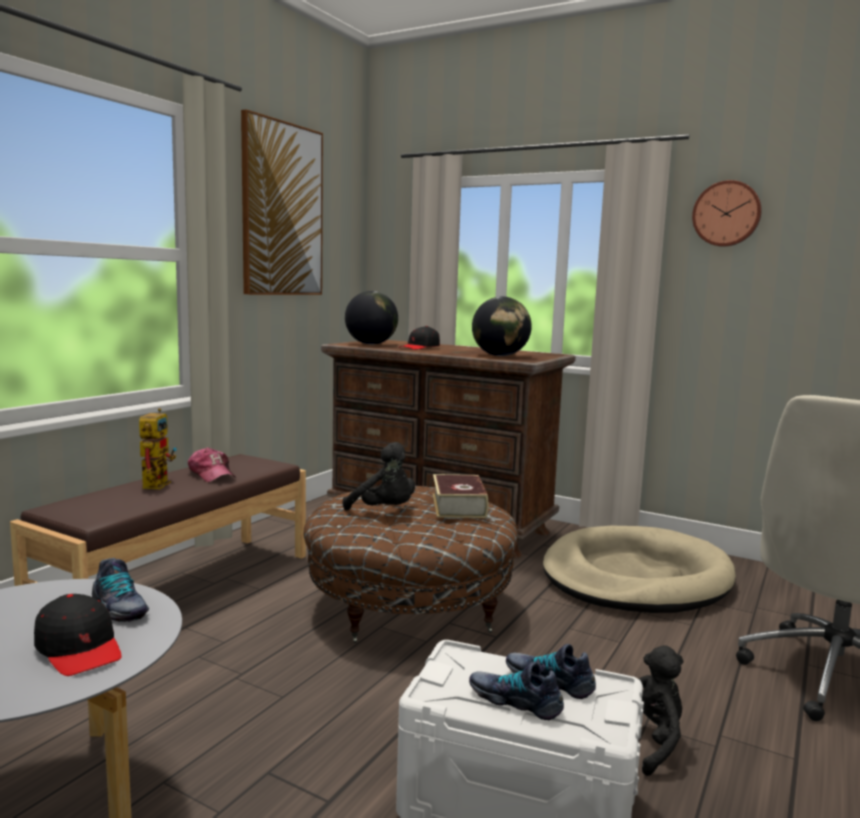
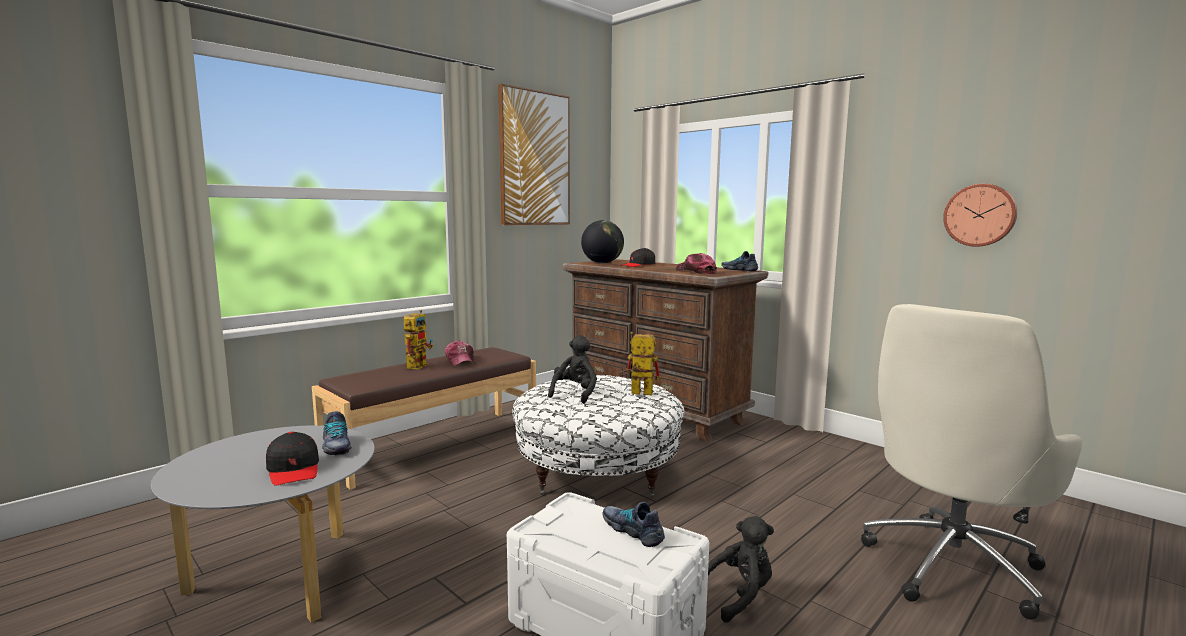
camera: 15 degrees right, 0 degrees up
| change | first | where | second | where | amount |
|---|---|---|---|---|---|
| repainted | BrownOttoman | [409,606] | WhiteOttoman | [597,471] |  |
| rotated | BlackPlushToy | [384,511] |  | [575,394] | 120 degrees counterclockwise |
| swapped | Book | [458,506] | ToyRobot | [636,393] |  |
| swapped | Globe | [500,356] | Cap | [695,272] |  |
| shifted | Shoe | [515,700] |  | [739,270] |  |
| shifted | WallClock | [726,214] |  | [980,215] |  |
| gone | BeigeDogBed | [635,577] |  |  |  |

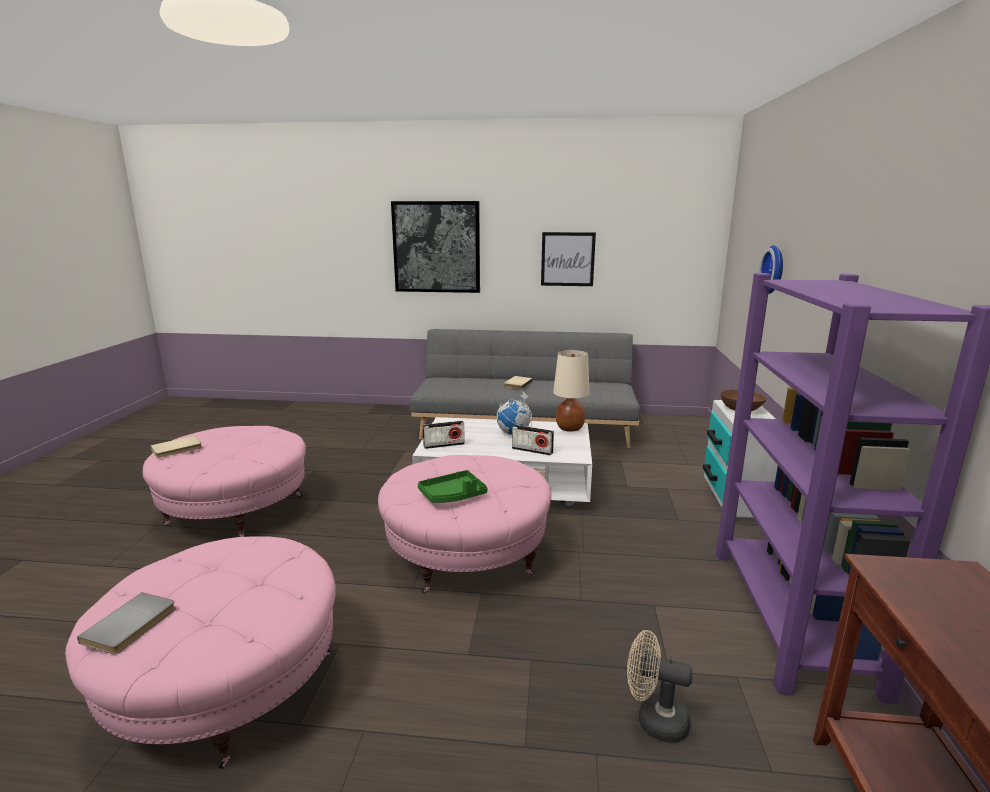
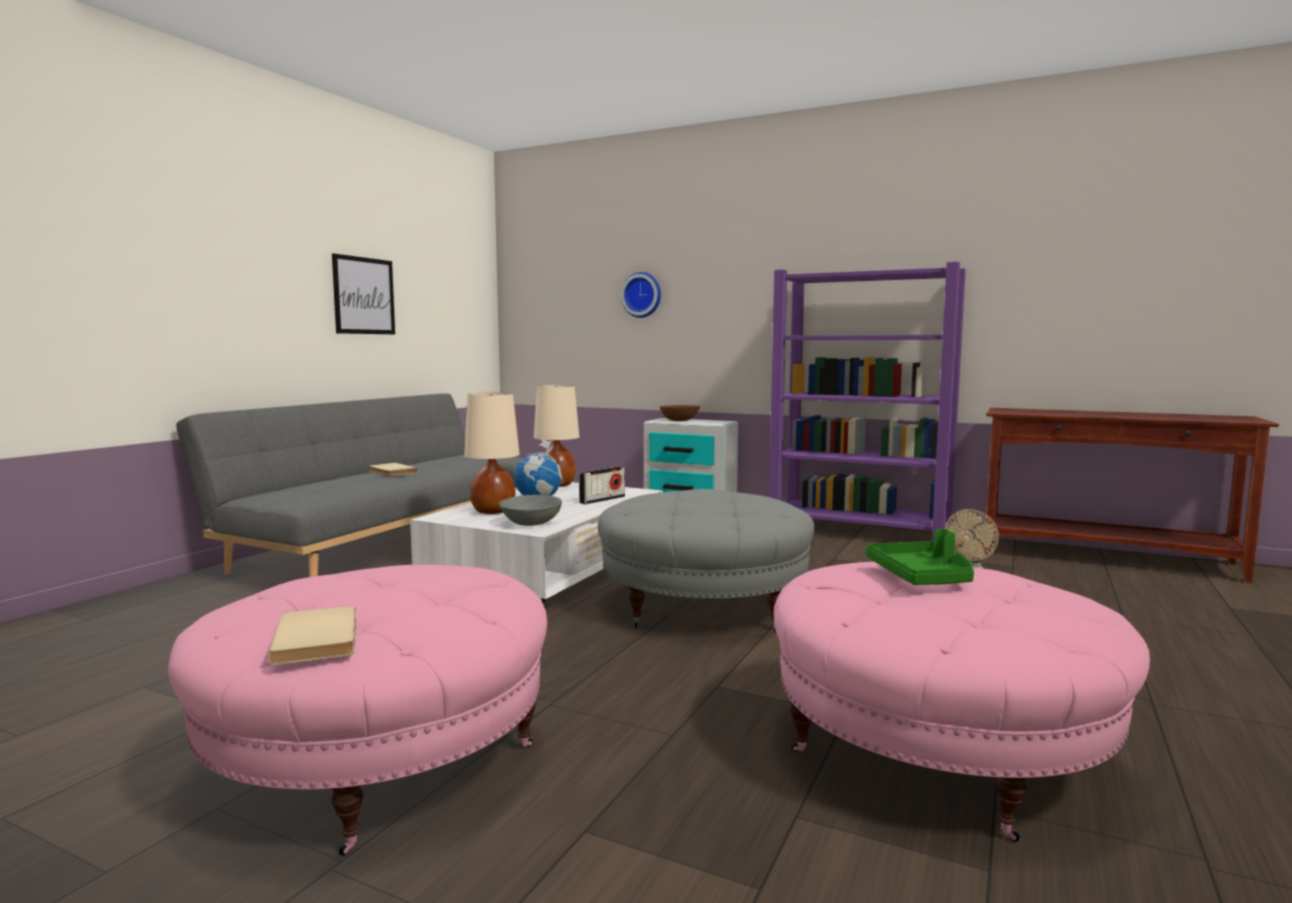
camera: 70 degrees left, 10 degrees down
| change | first | where | second | where | amount |
|---|---|---|---|---|---|
| new |  |  | BeigeTableLamp | [493,511] |  |
| swapped | Radio | [444,445] | GreyBowl | [530,523] |  |
| repainted | PinkOttoman | [466,553] | GreyOttoman | [704,605] |  |
| shifted | GreenTray | [453,495] |  | [922,577] |  |
| gone | GreyBook | [132,625] |  |  |  |
| gone | Picture | [436,247] |  |  |  |

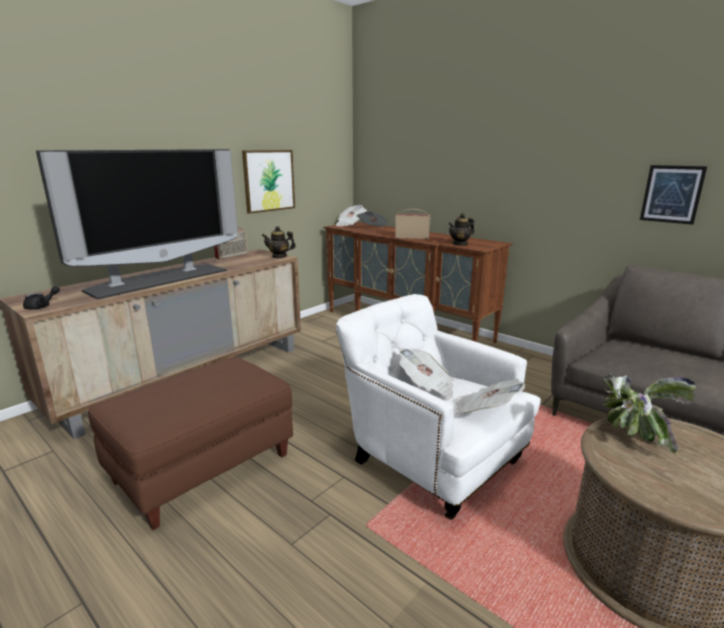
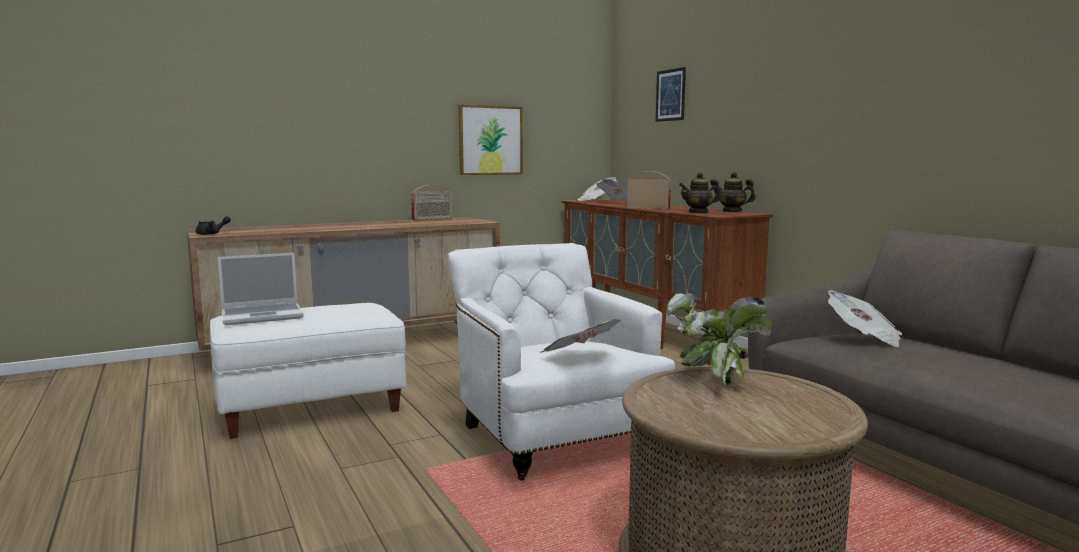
camera: 20 degrees right, 10 degrees down
| change | first | where | second | where | amount |
|---|---|---|---|---|---|
| repainted | BrownOttoman | [202,467] | WhiteOttoman | [311,407] |  |
| new |  |  | Laptop | [263,315] |  |
| shifted | Picture | [671,194] |  | [670,95] |  |
| shifted | Teapot | [279,256] |  | [732,211] |  |
| shifted | Newspaper | [427,386] |  | [864,338] |  |
| gone | Television | [158,279] |  |  |  |

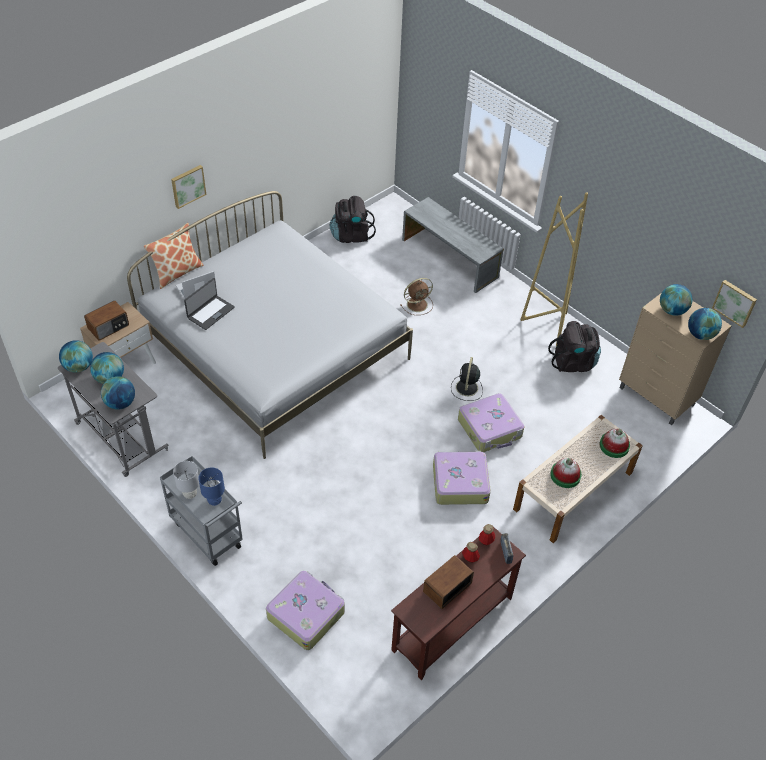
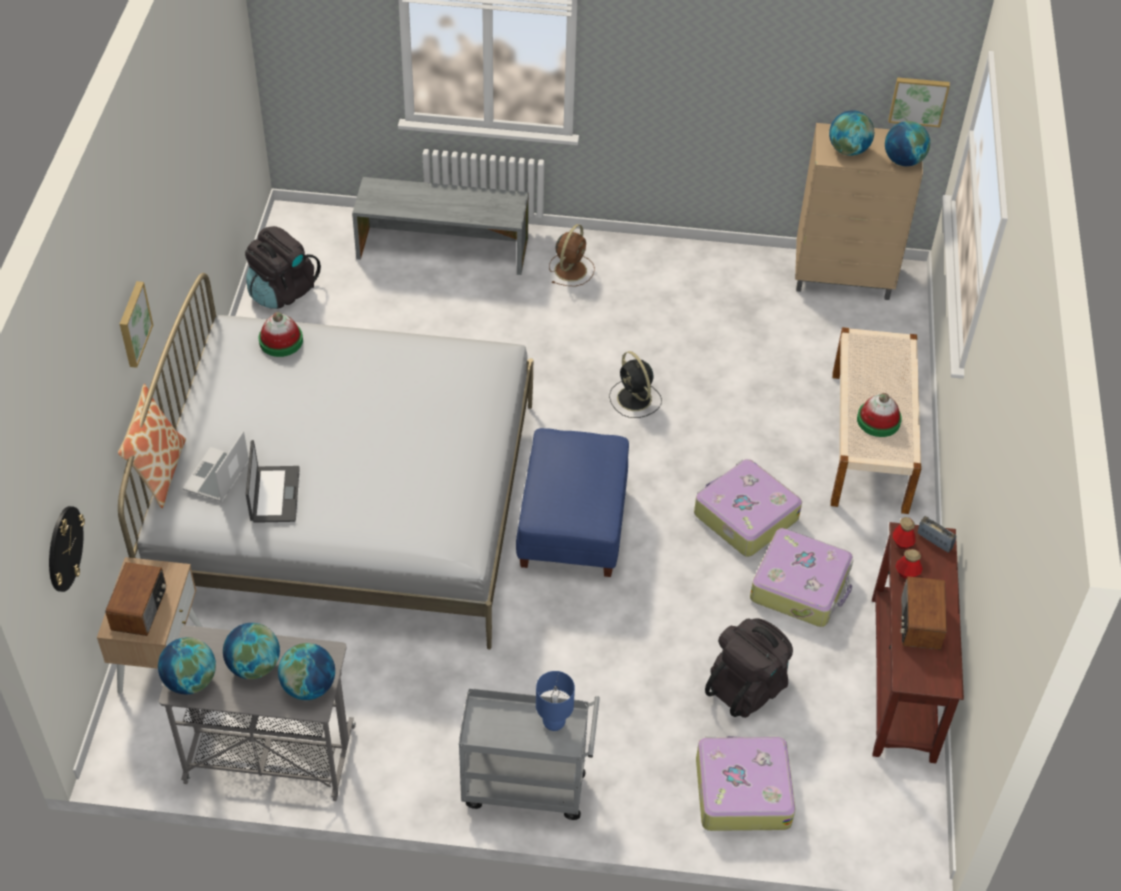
camera: 40 degrees left, 0 degrees up
| change | first | where | second | where | amount |
|---|---|---|---|---|---|
| new |  |  | WallClock | [64,548] |  |
| shifted | Hat | [614,446] |  | [281,341] |  |
| new |  |  | BlueOttoman | [572,526] |  |
| shifted | BrownFan | [418,304] |  | [571,269] |  |
| shifted | BlackBackpack | [573,362] |  | [748,687] |  |
| shifted | Suitcase | [490,429] |  | [801,586] |  |
| gone | GreyTableLamp | [189,494] |  |  |  |
| gone | YellowClothesRack | [548,326] |  |  |  |

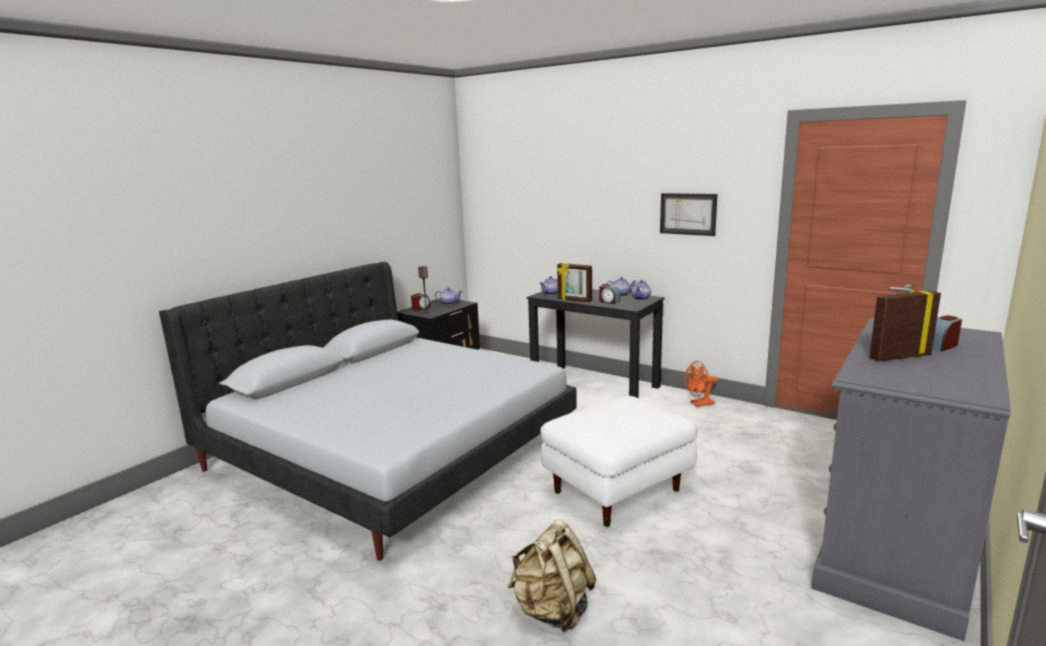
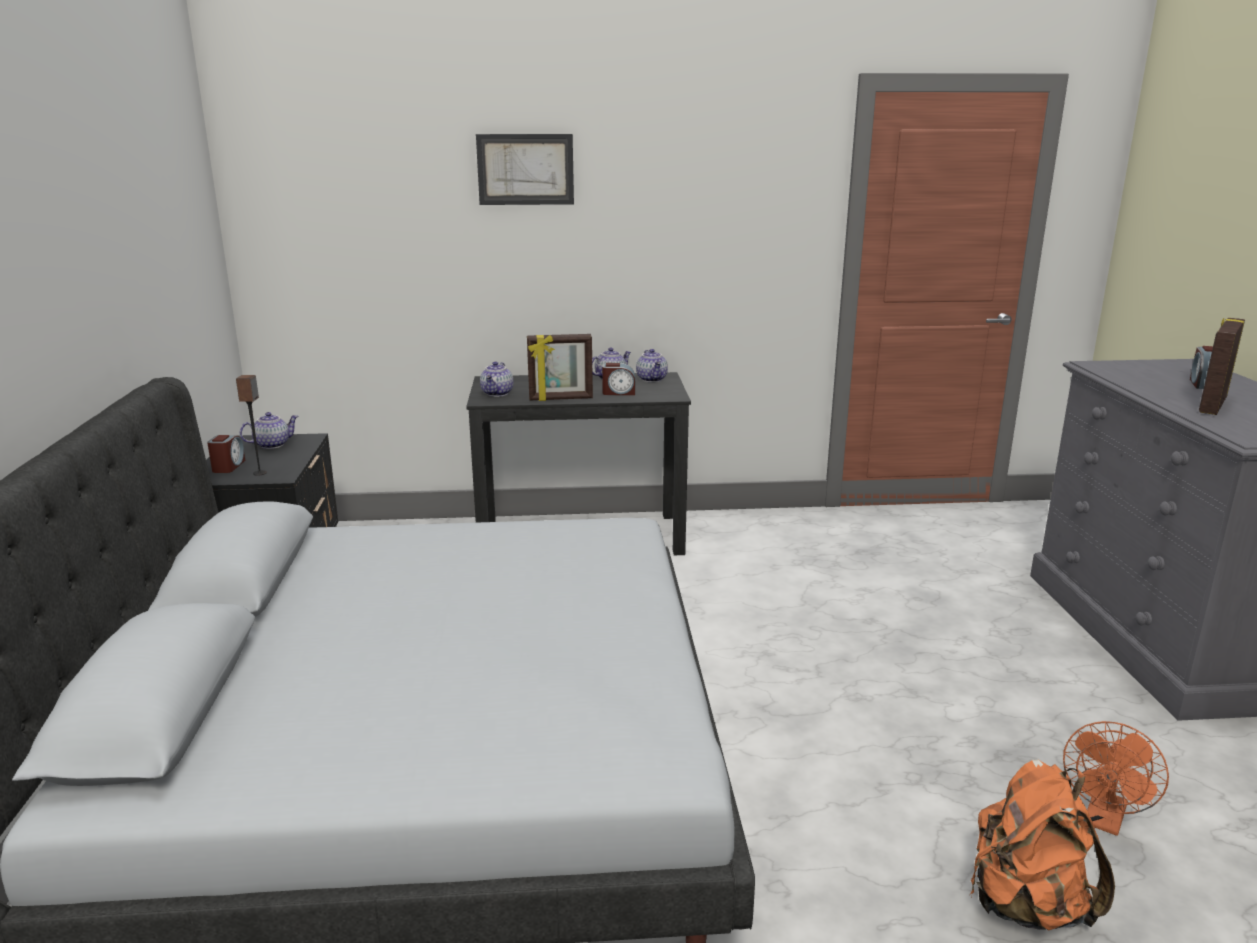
camera: 40 degrees left, 5 degrees up
| change | first | where | second | where | amount |
|---|---|---|---|---|---|
| shifted | Picture | [688,214] |  | [525,169] |  |
| repainted | BeigeBackpack | [552,610] | OrangeBackpack | [1026,905] |  |
| shifted | OrangeFan | [699,404] |  | [1104,821] |  |
| gone | WhiteOttoman | [618,491] |  |  |  |

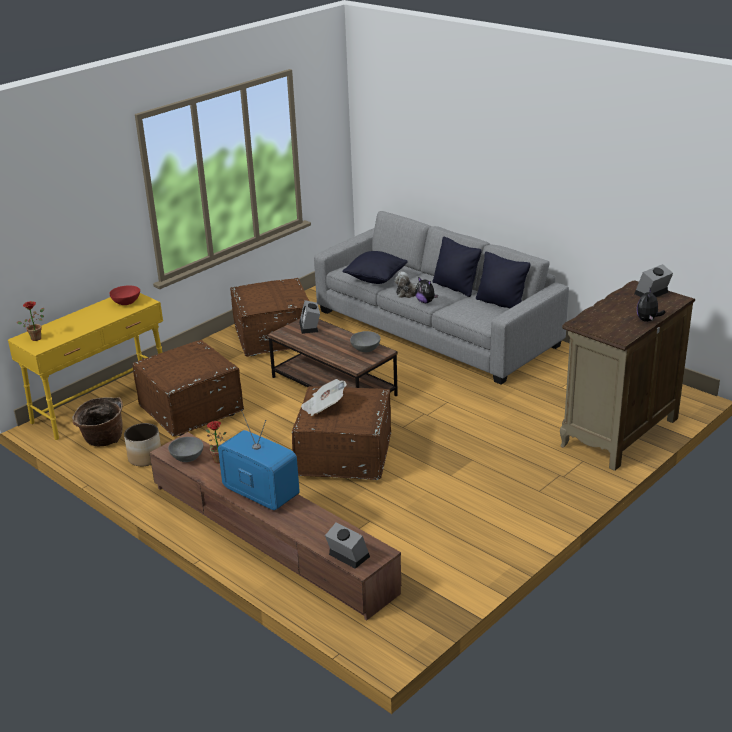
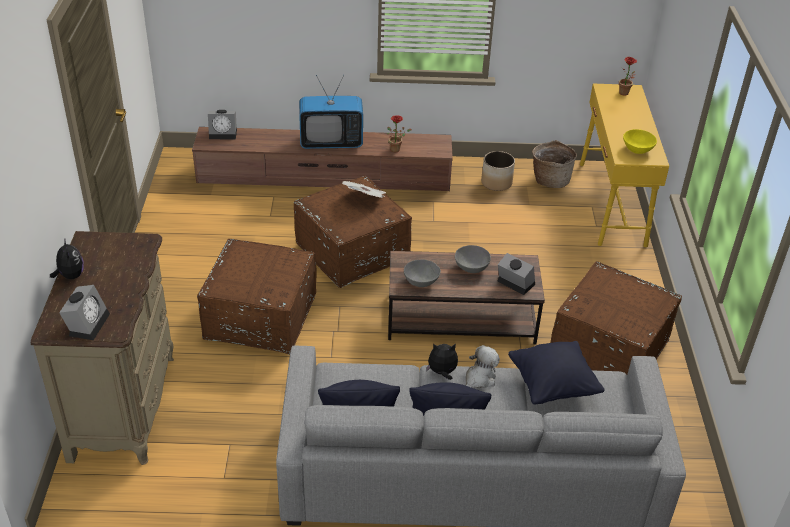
camera: 135 degrees right, 10 degrees up
| change | first | where | second | where | amount |
|---|---|---|---|---|---|
| shifted | BrownOttoman | [191,410] |  | [261,319] |  |
| shifted | GreyBowl | [187,458] |  | [471,268] |  |
| repainted | RedBowl | [126,302] | YellowBowl | [637,150] |  |

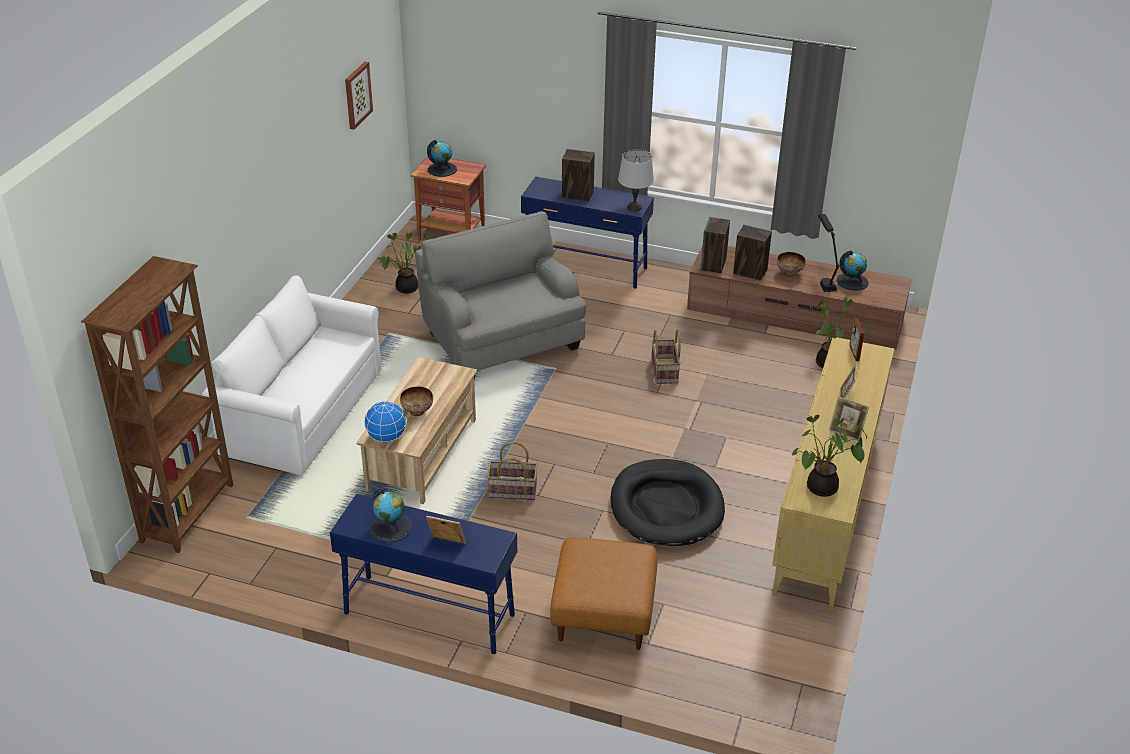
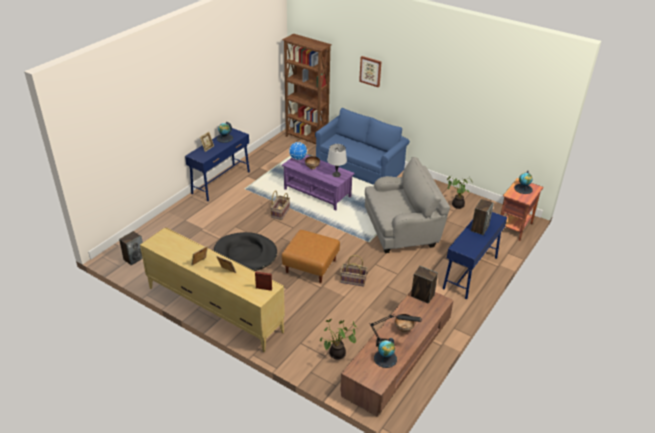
camera: 105 degrees right, 0 degrees up
| change | first | where | second | where | amount |
|---|---|---|---|---|---|
| shifted | Speaker | [749,272] |  | [134,258] |  |
| repainted | BeigeCoffeeTable | [422,453] | PurpleCoffeeTable | [317,193] |  |
| shifted | BrownOttoman | [603,613] |  | [311,266] |  |
| repainted | WhiteSofa | [303,412] | BlueSofa | [359,167] |  |
| shifted | GreyTableLamp | [634,207] |  | [336,174] |  |
| shifted | Picture | [357,95] |  | [370,71] |  |
| gone | PottedPlant | [821,489] |  |  |  |

